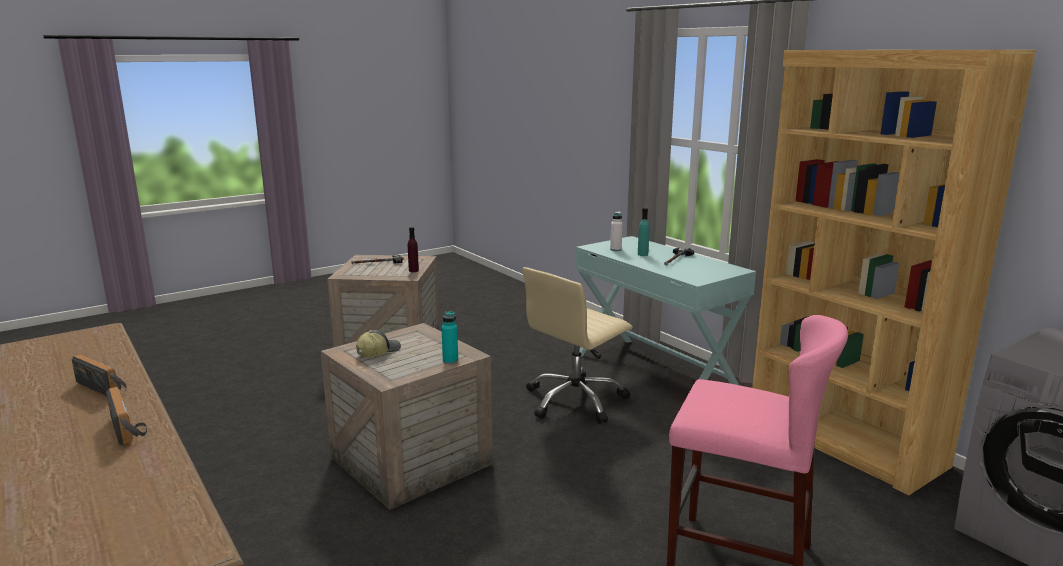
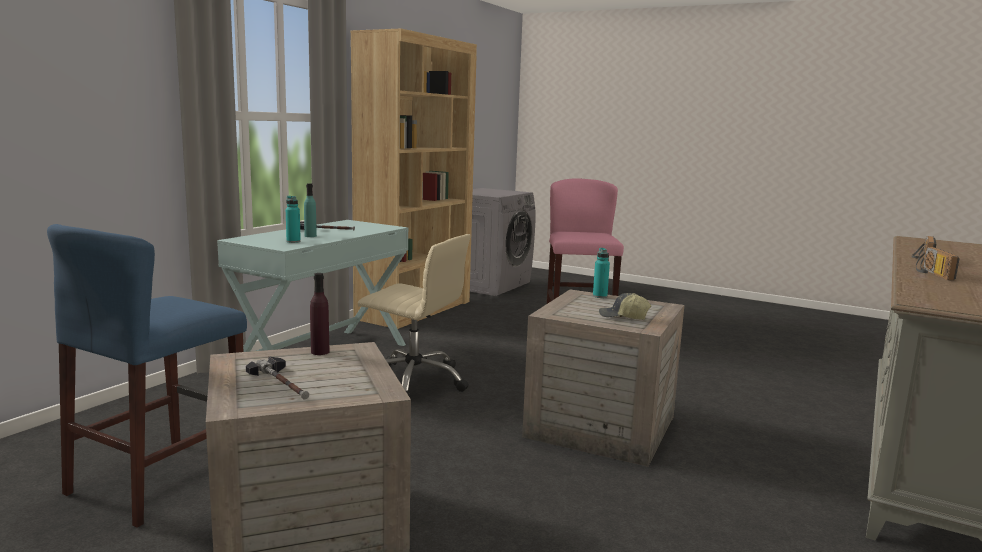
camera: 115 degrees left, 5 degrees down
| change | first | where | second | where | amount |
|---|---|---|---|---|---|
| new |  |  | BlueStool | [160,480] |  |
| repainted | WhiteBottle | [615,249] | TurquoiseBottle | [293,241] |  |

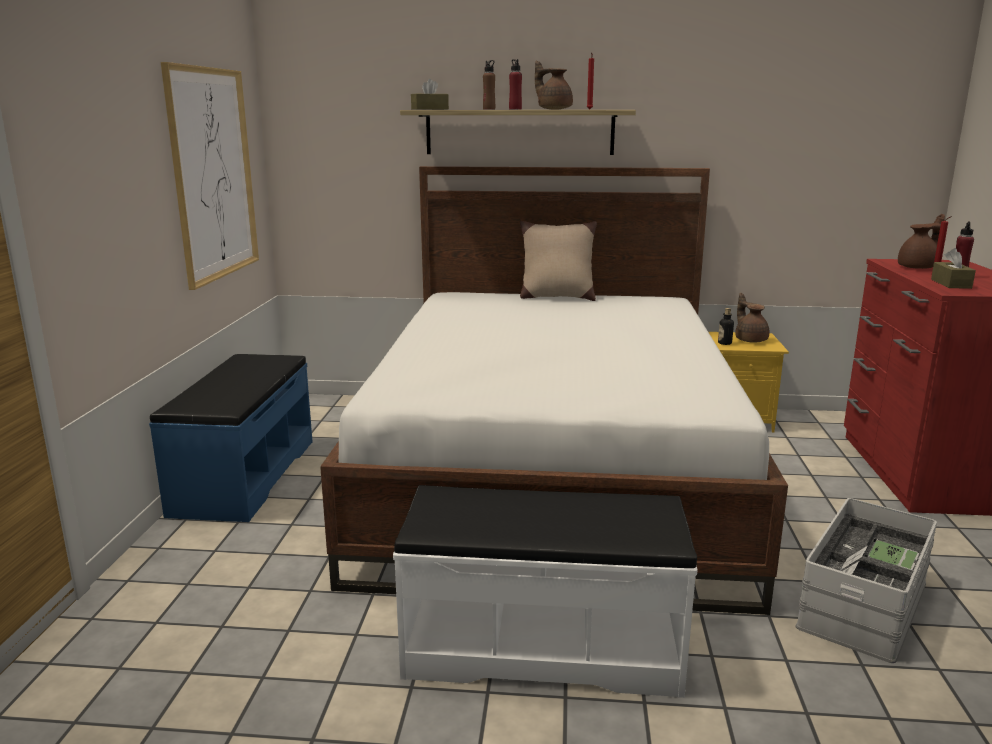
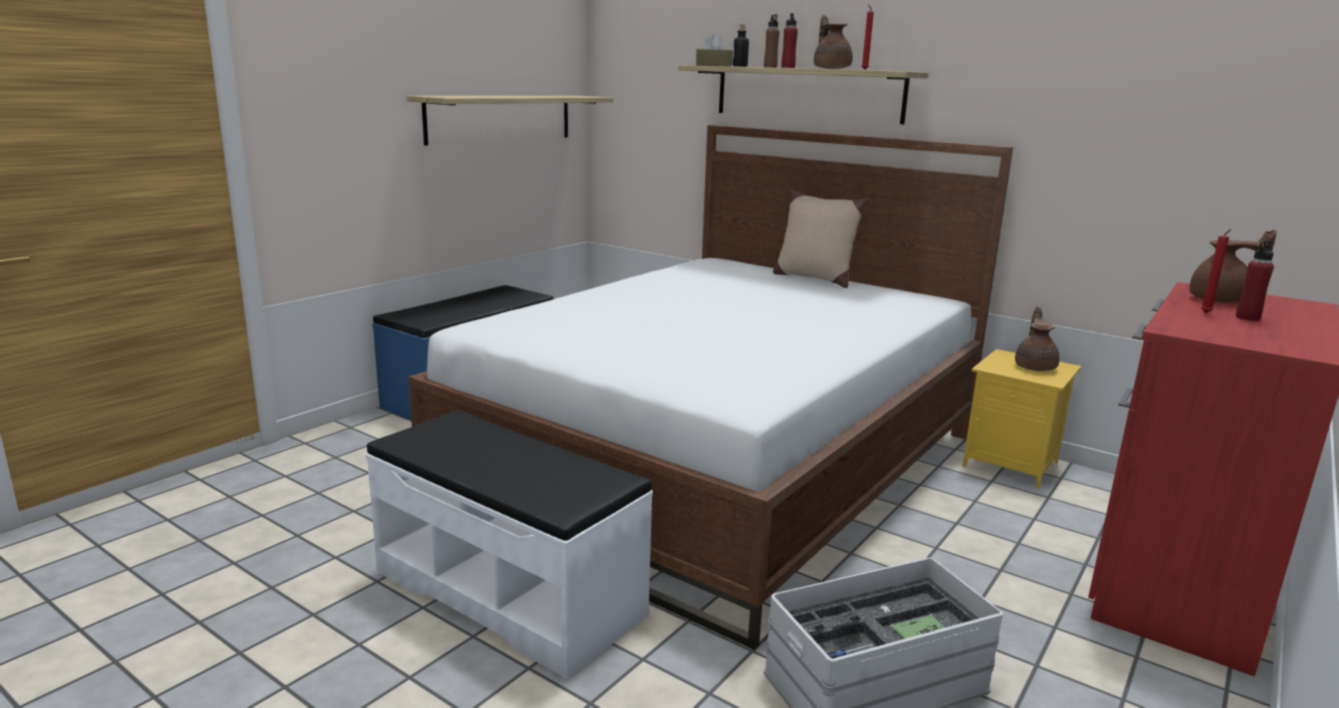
camera: 30 degrees right, 0 degrees up
| change | first | where | second | where | amount |
|---|---|---|---|---|---|
| swapped | Picture | [213,174] | Shelf | [500,118] |  |
| shifted | Bottle | [724,343] |  | [740,66] |  |
| gone | BrownTissueBox | [951,284] |  |  |  |

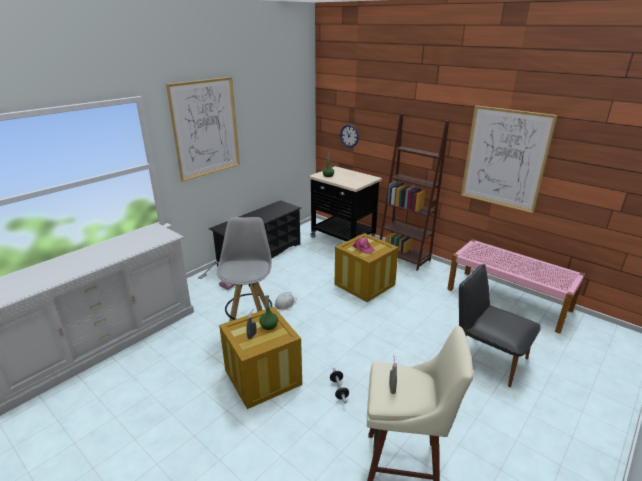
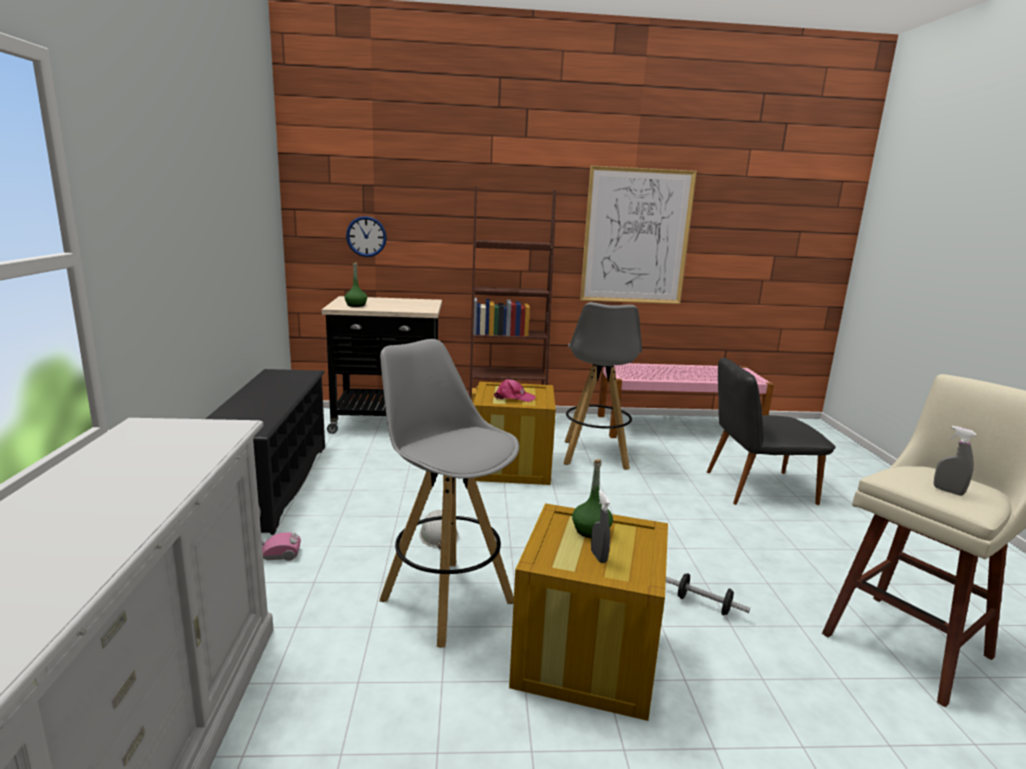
camera: 45 degrees left, 10 degrees down
| change | first | where | second | where | amount |
|---|---|---|---|---|---|
| new |  |  | GreyStool | [594,455] |  |
| gone | Picture | [205,128] |  |  |  |

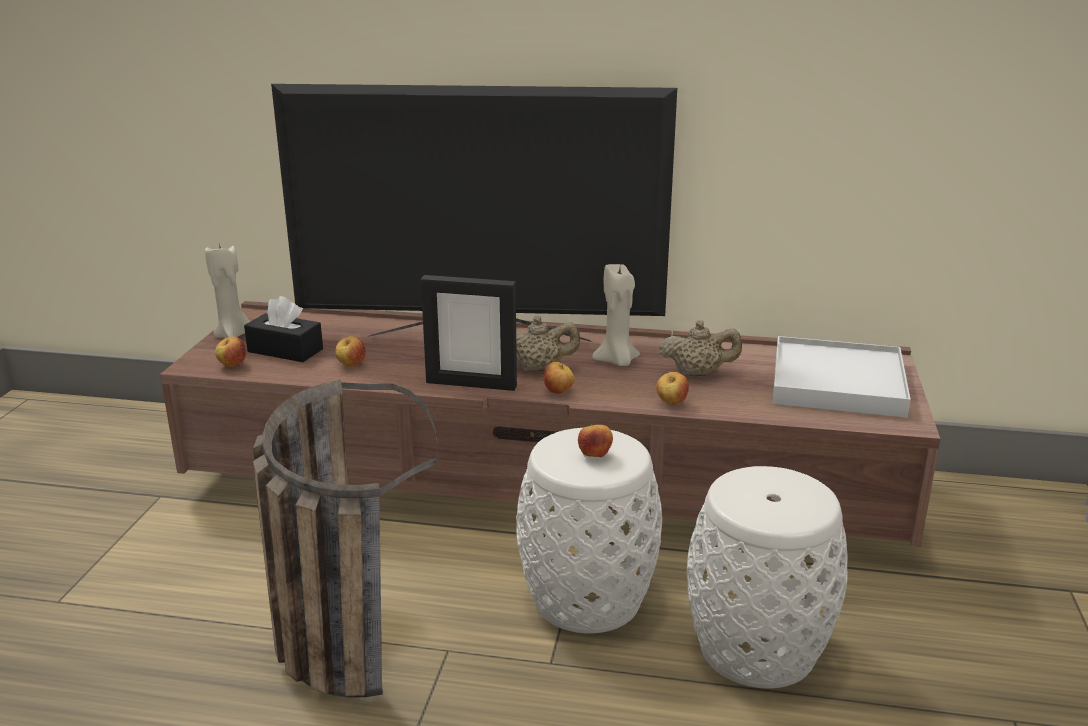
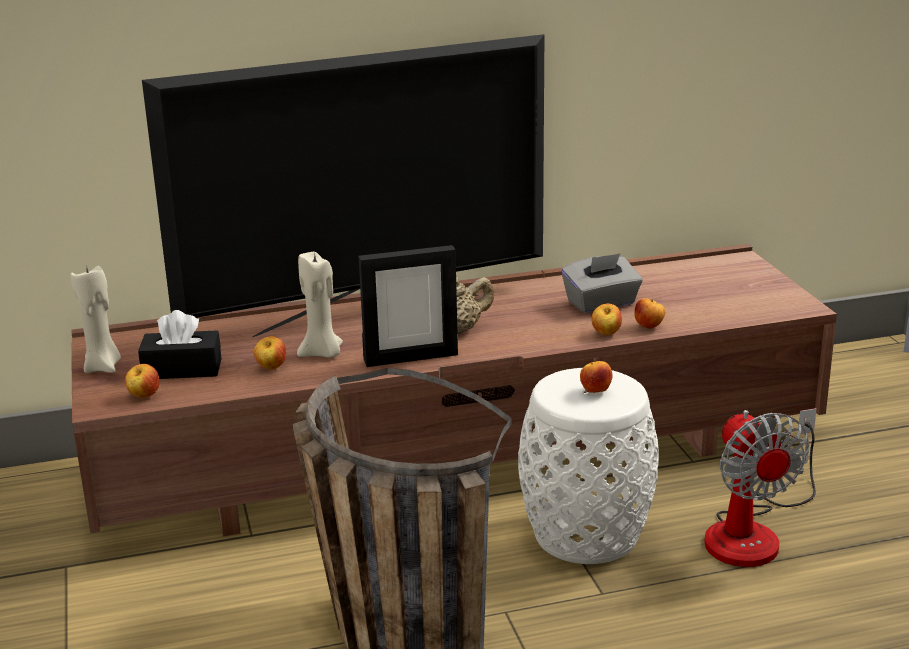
camera: 25 degrees left, 0 degrees up
| change | first | where | second | where | amount |
|---|---|---|---|---|---|
| shifted | BeigeCandle | [617,361] |  | [322,353] |  |
| swapped | BeigeTeapot | [698,374] | GreyTissueBox | [601,304] |  |
| shifted | Apple | [558,392] |  | [649,327] |  |
| swapped | WhiteStool | [757,650] | Fan | [753,531] |  |
| gone | WhiteTray | [837,383] |  |  |  |

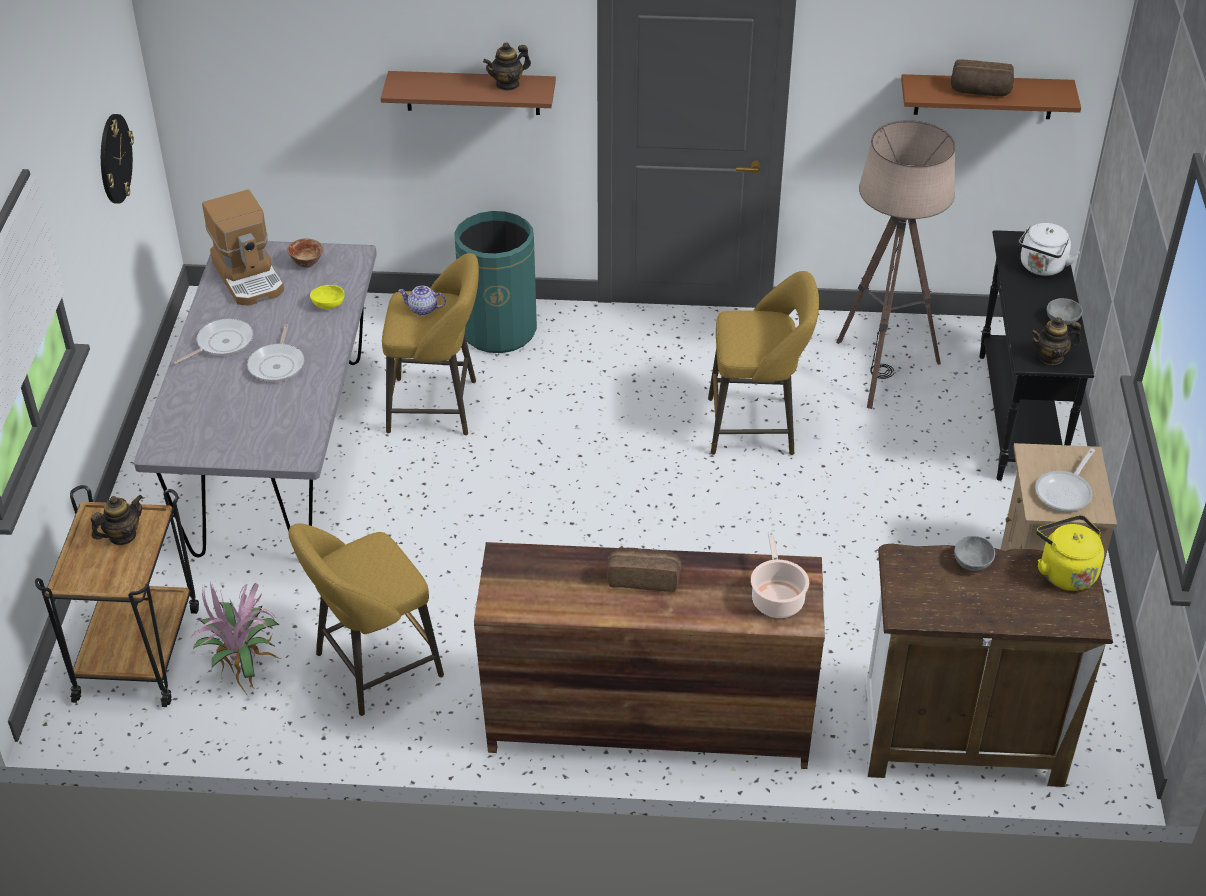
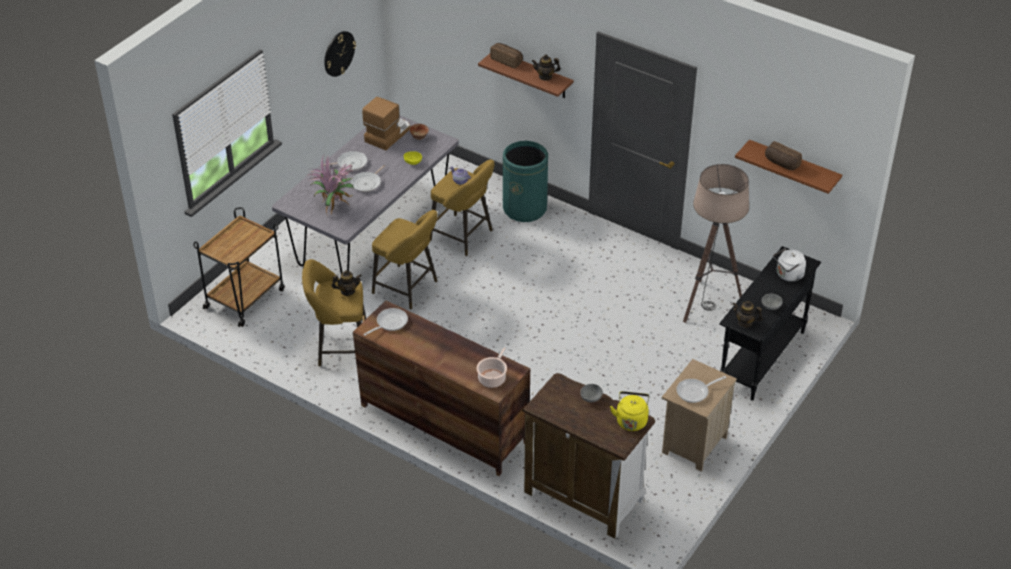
camera: 30 degrees right, 0 degrees up
| change | first | where | second | where | amount |
|---|---|---|---|---|---|
| shifted | PottedPlant | [243,665] |  | [334,204] |  |
| shifted | Teapot | [122,536] |  | [347,291] |  |
| rotated | CoffeeMachine | [249,277] |  | [387,134] | 150 degrees counterclockwise |
| new |  |  | FryingPan | [389,323] |  |
| shifted | YellowStool | [757,426] |  | [408,289] |  |
| shifted | Bread | [643,578] |  | [507,60] |  |

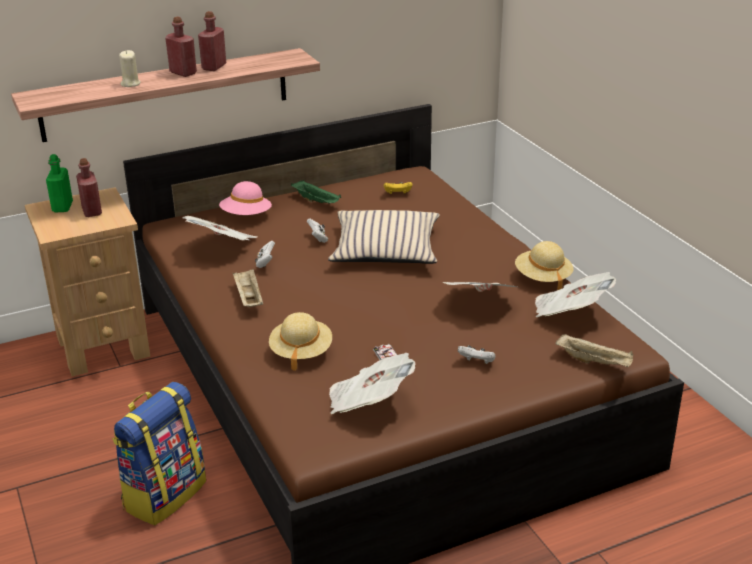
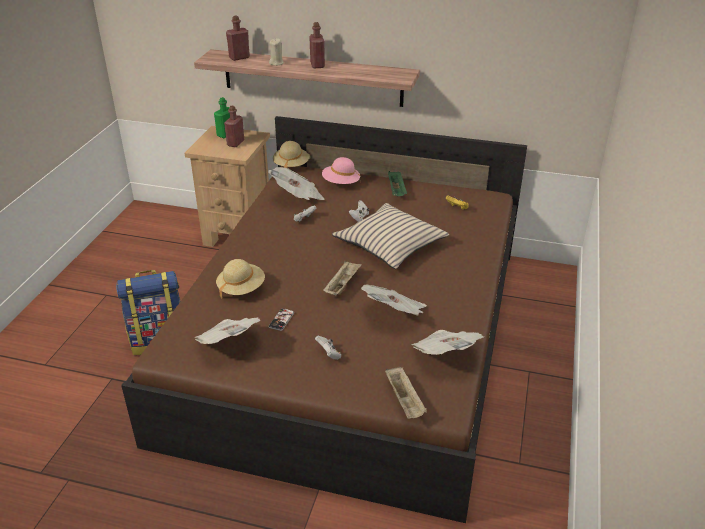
camera: 40 degrees right, 5 degrees up
| change | first | where | second | where | amount |
|---|---|---|---|---|---|
| shifted | RedBottle | [214,67] |  | [239,57] |  |
| shifted | BeigeHat | [542,278] |  | [291,165] |  |
| shifted | BeigeTray | [248,298] |  | [342,285] |  |

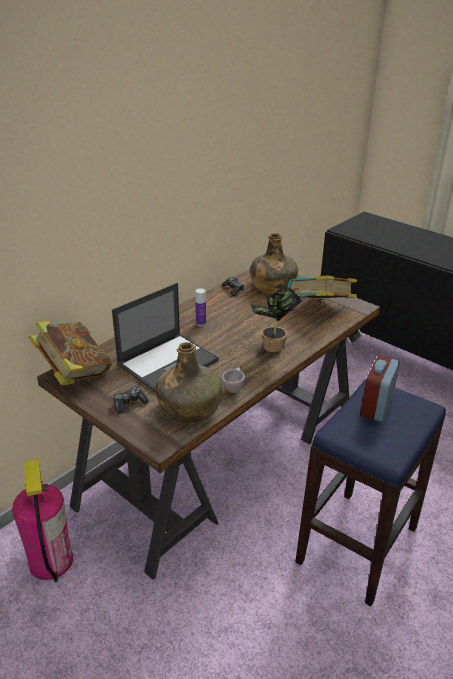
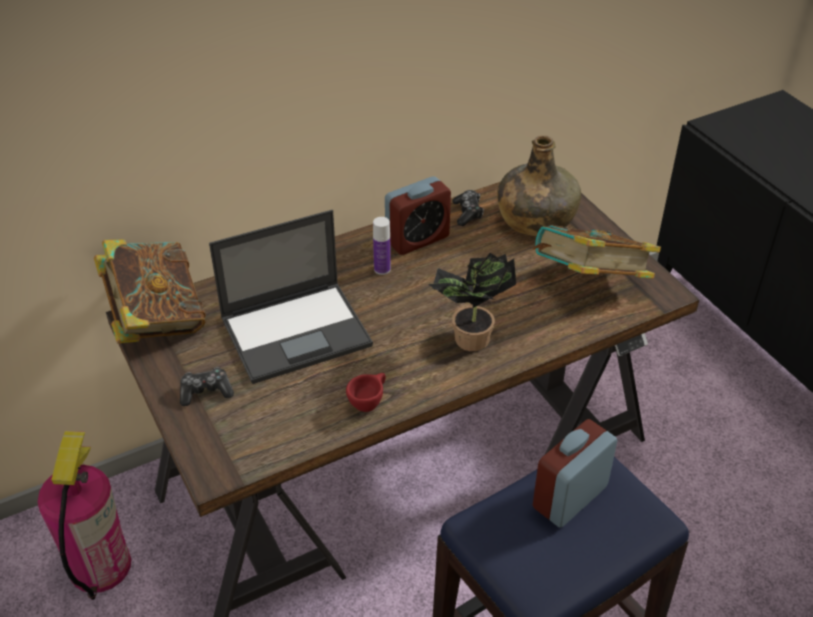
camera: 20 degrees right, 10 degrees up
| change | first | where | second | where | amount |
|---|---|---|---|---|---|
| repainted | BeigeCup | [233,388] | RedCup | [368,403] |  |
| new |  |  | AlarmClock | [417,239] |  |
| gone | GreenBottle | [189,408] |  |  |  |

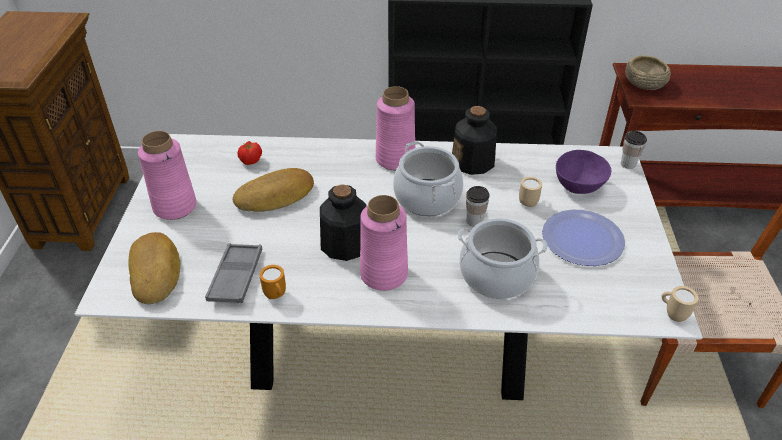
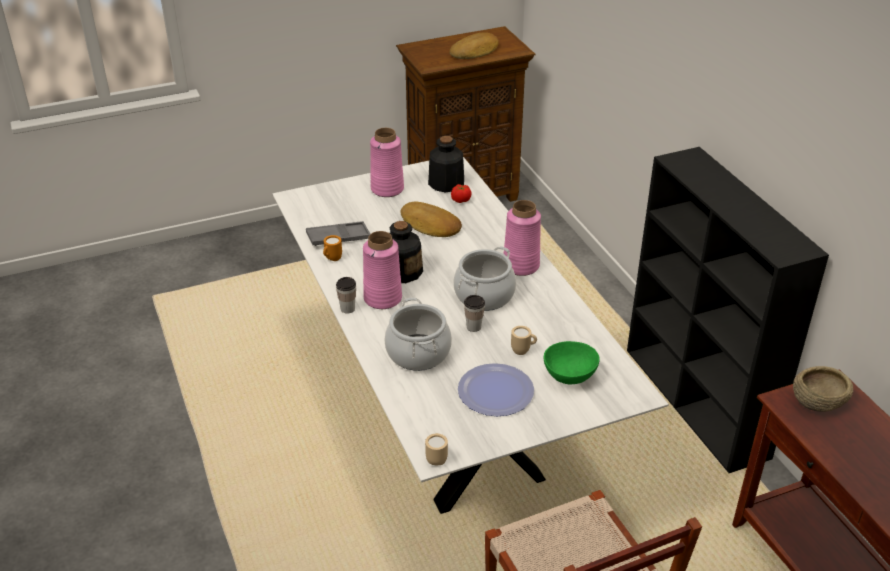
camera: 65 degrees right, 5 degrees down
| change | first | where | second | where | amount |
|---|---|---|---|---|---|
| shifted | Cup | [628,164] |  | [347,309] |  |
| shifted | Bottle | [473,162] |  | [446,183] |  |
| shifted | Bread | [156,271] |  | [475,51] |  |
| repainted | PurpleBowl | [579,185] | GreenBowl | [570,377] |  |

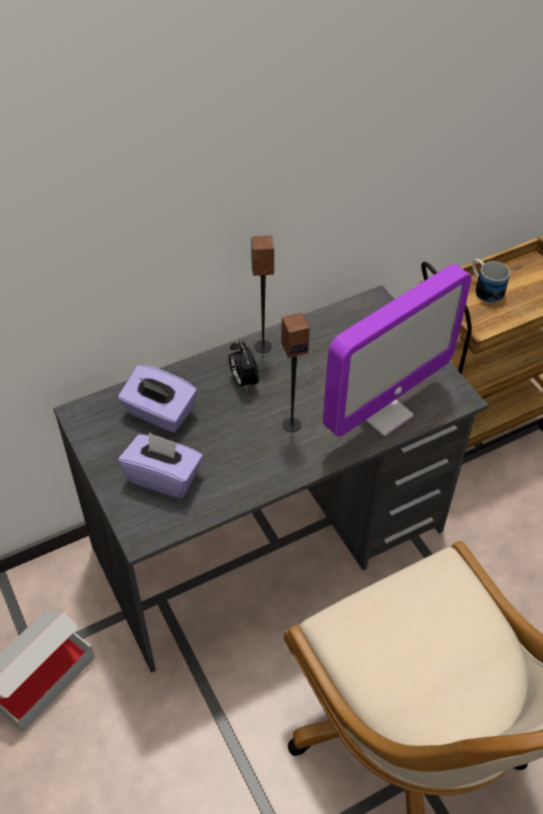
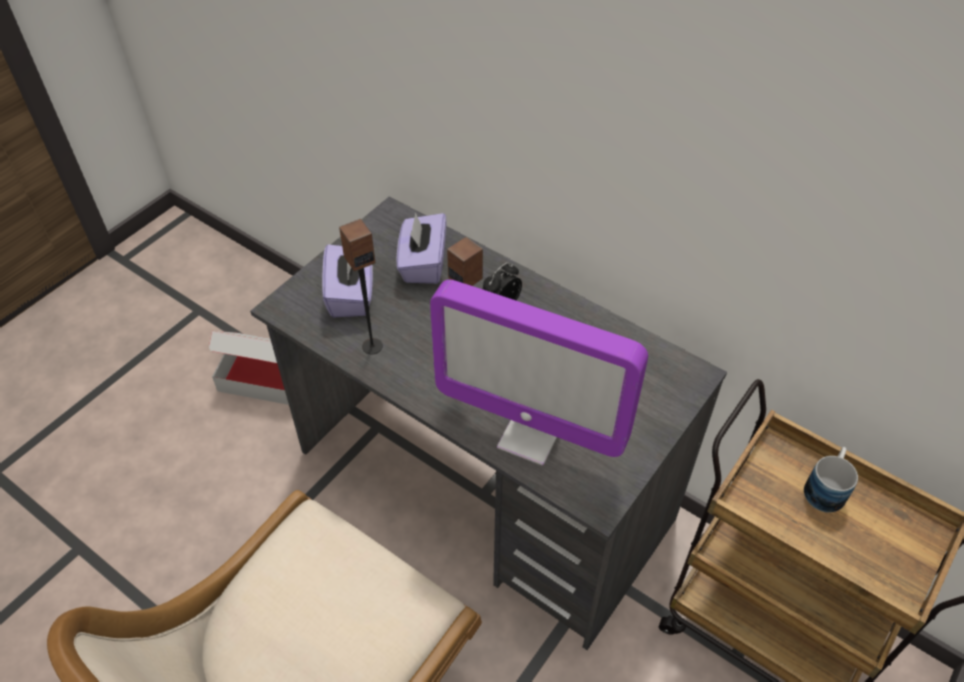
camera: 65 degrees right, 0 degrees up
| change | first | where | second | where | amount |
|---|---|---|---|---|---|
| shifted | Speaker | [262,346] |  | [372,346] |  |

